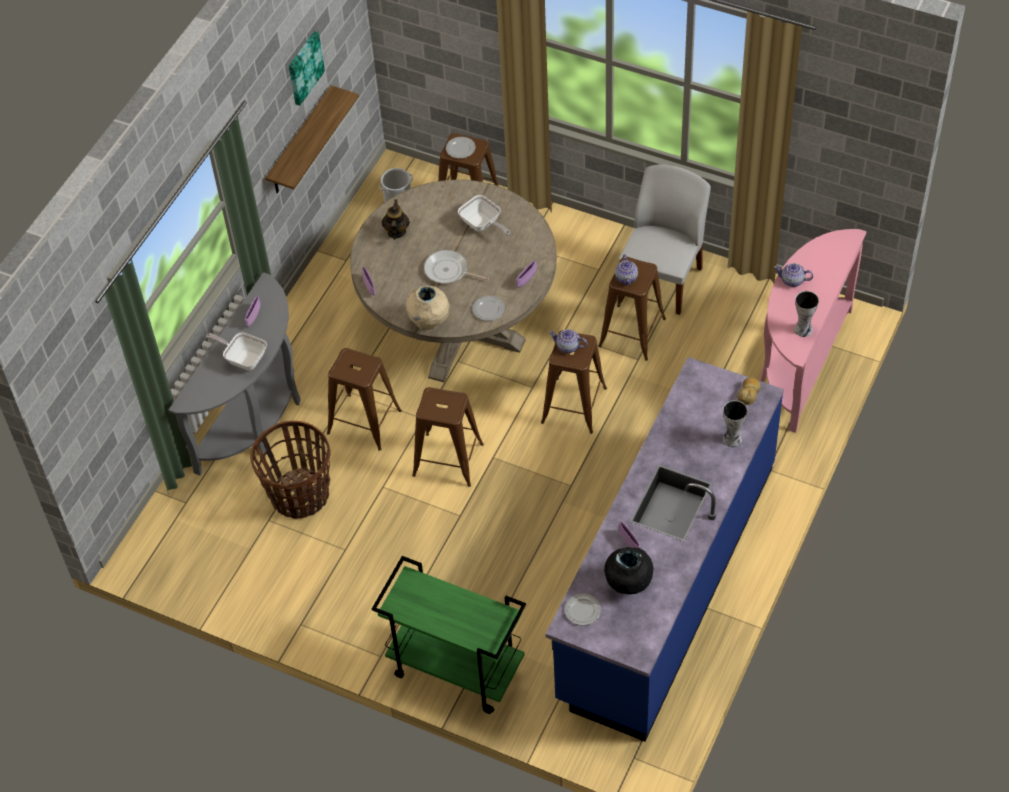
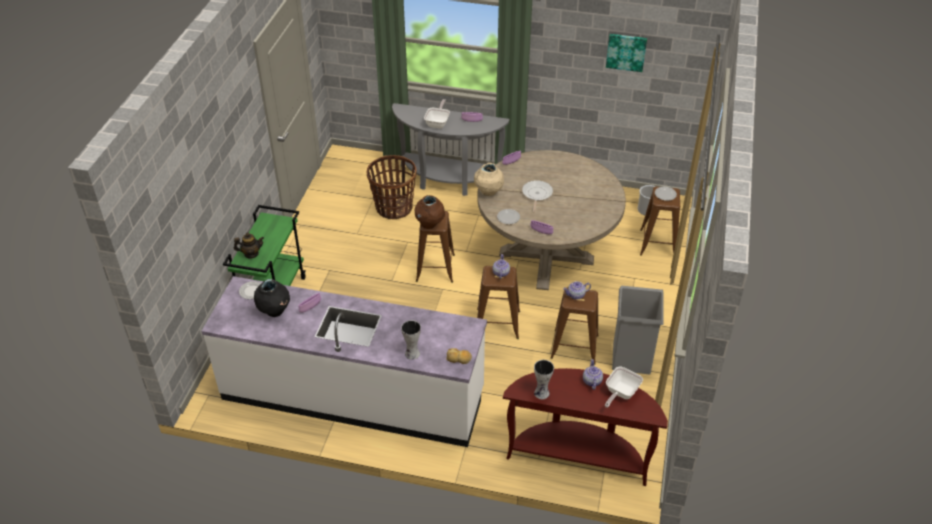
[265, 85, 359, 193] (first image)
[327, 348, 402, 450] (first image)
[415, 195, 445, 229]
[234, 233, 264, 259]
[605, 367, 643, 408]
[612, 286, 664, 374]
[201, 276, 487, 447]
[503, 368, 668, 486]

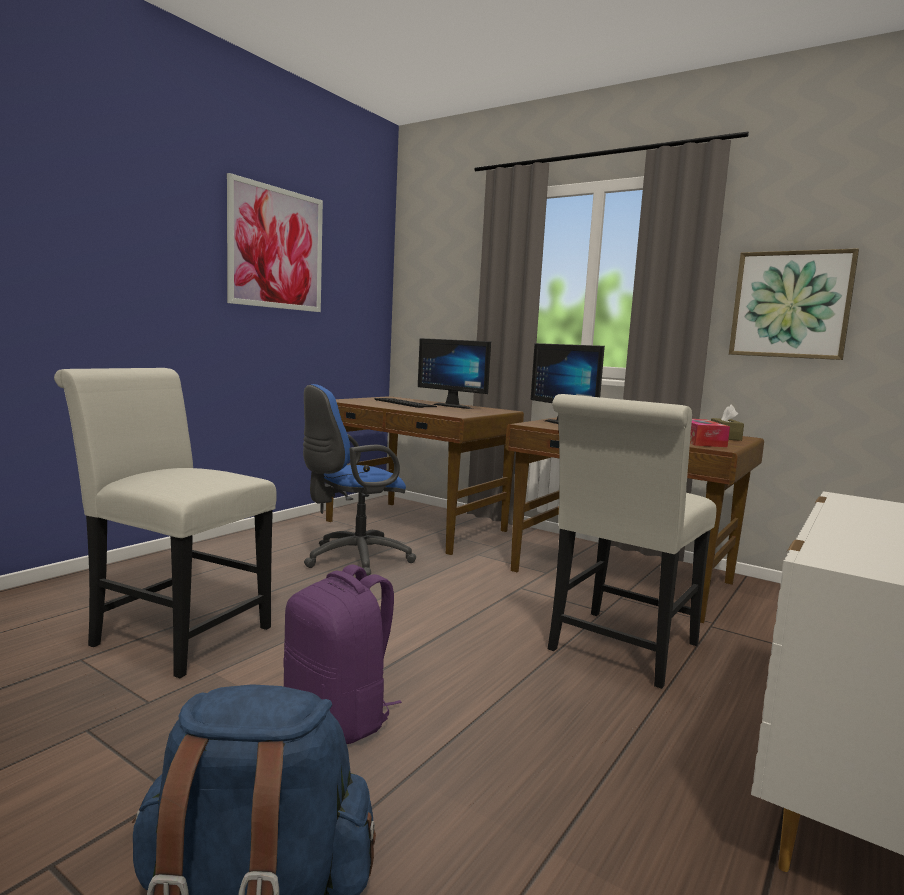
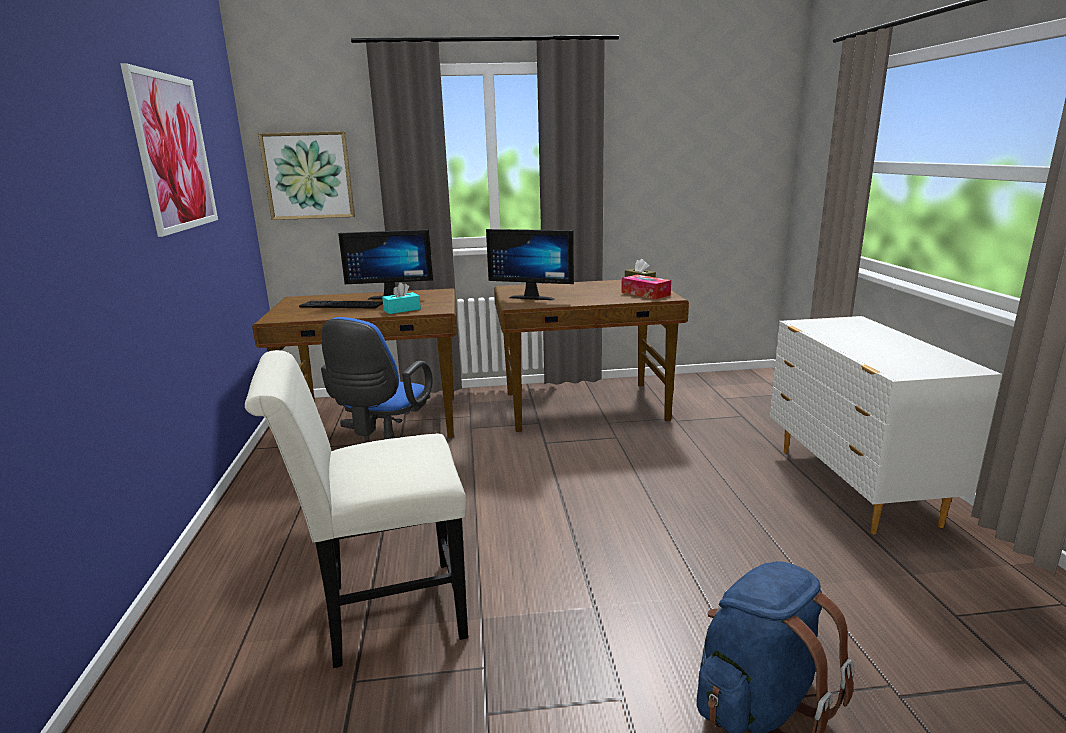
[283, 564, 402, 744] (first image)
[548, 394, 716, 689] (first image)
[382, 282, 421, 314]
[258, 131, 355, 220]

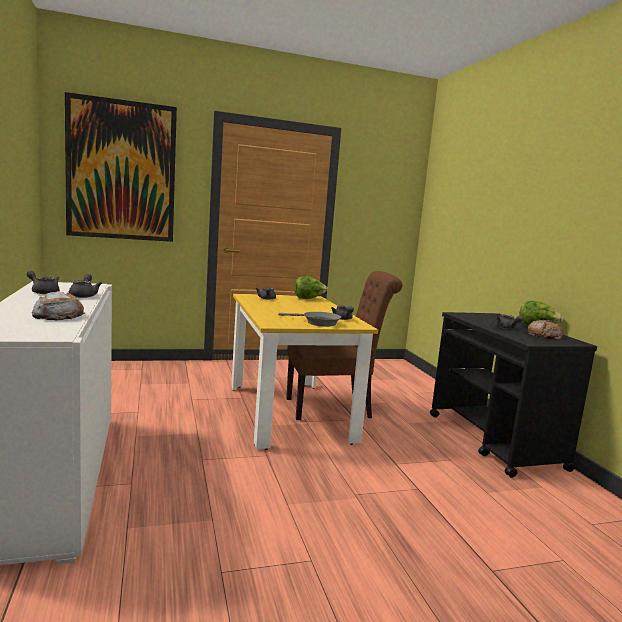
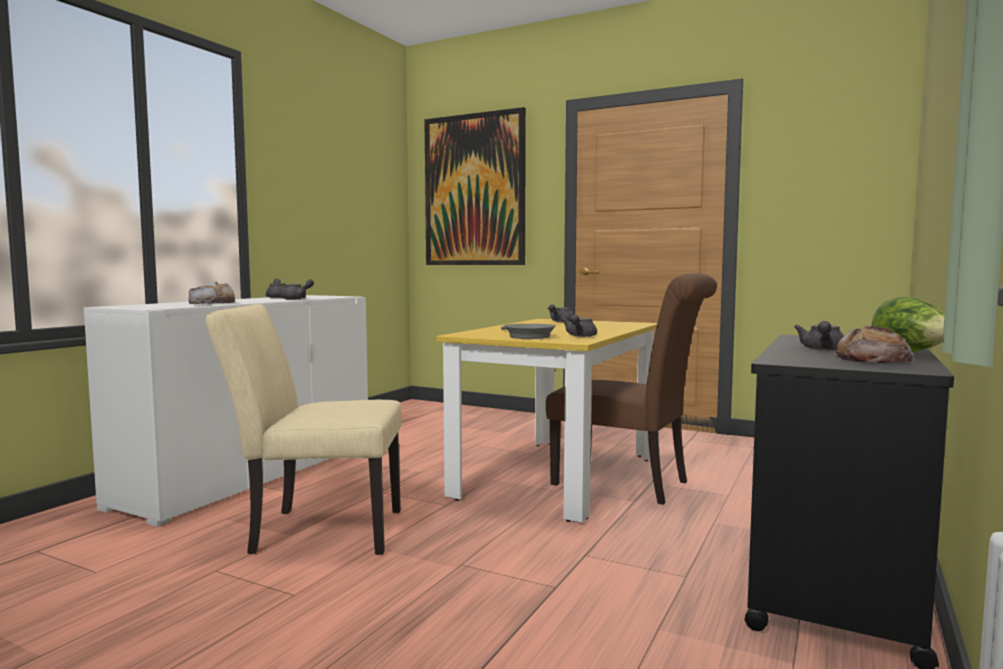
[294, 276, 328, 299] (first image)
[206, 304, 402, 555]

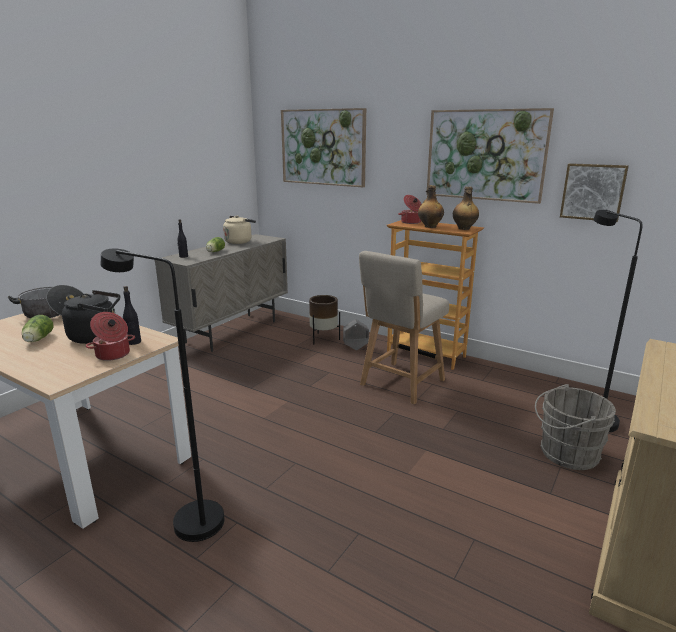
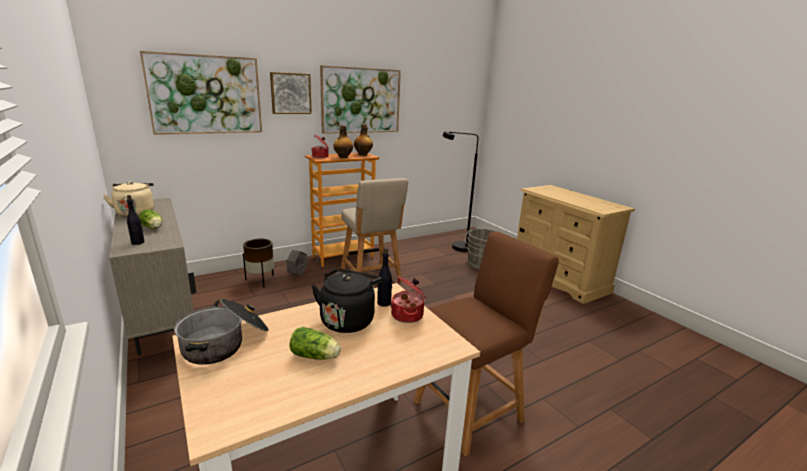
[270, 72, 312, 114]
[414, 232, 559, 456]

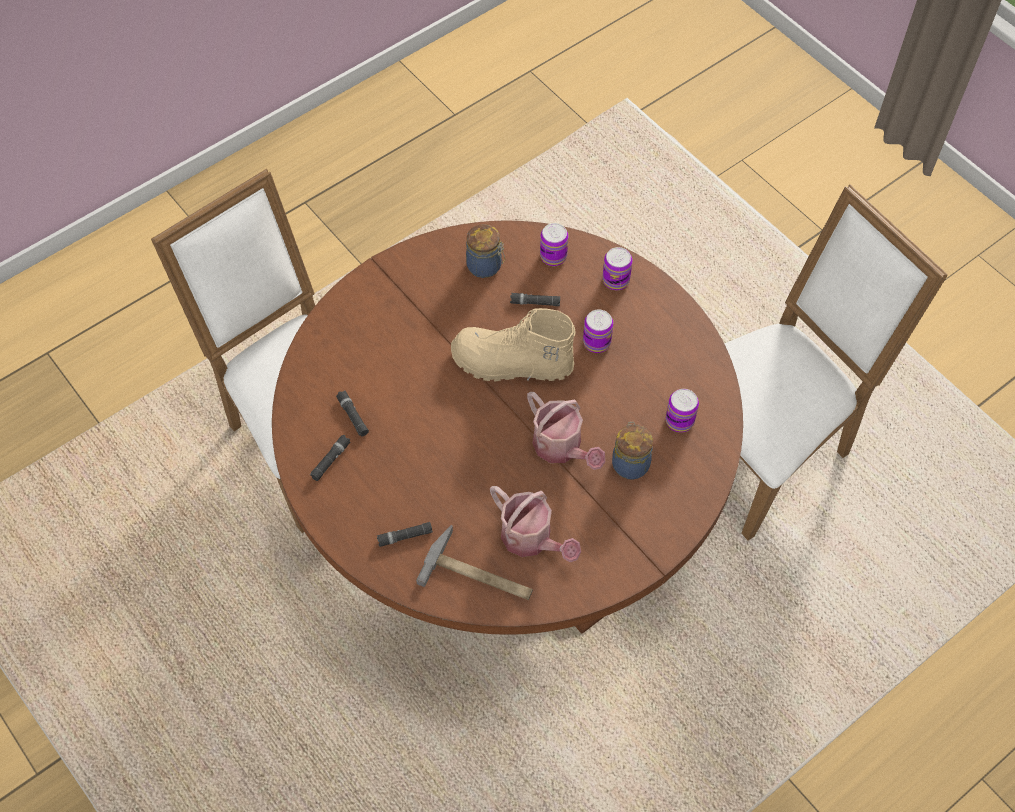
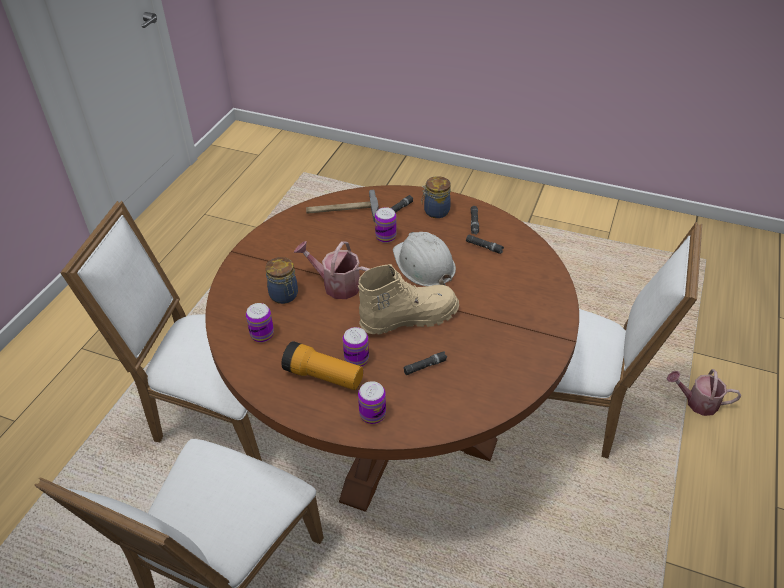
[60, 201, 262, 461]
[281, 341, 363, 390]
[393, 232, 456, 286]
[421, 176, 451, 218]
[667, 369, 741, 416]
[375, 207, 397, 243]

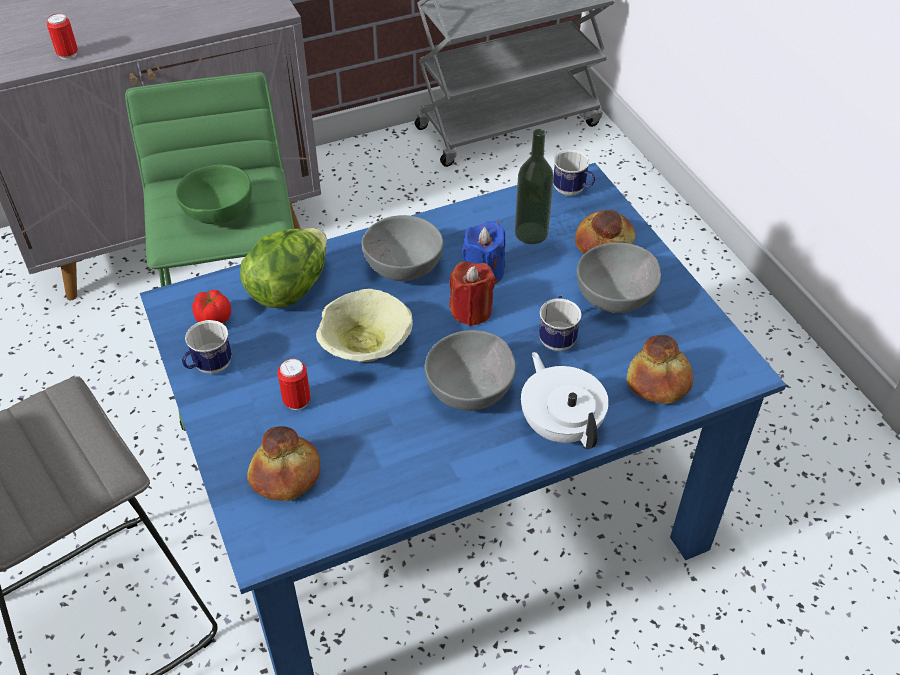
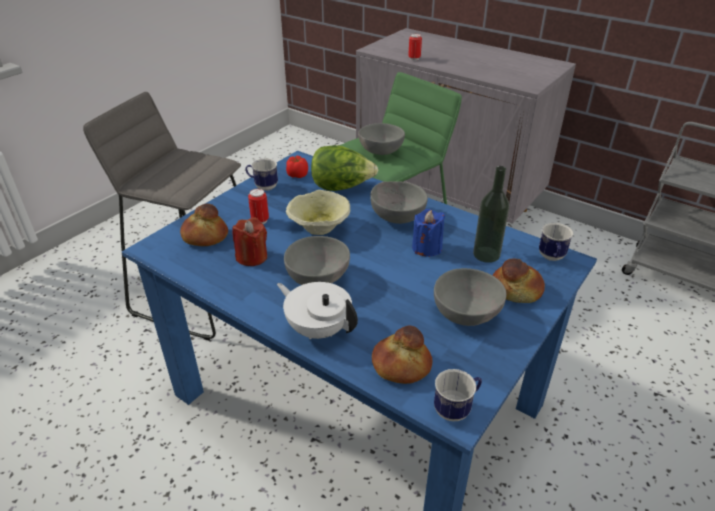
[232, 217, 267, 266]
[434, 369, 482, 421]
[358, 123, 405, 155]
[277, 282, 358, 339]

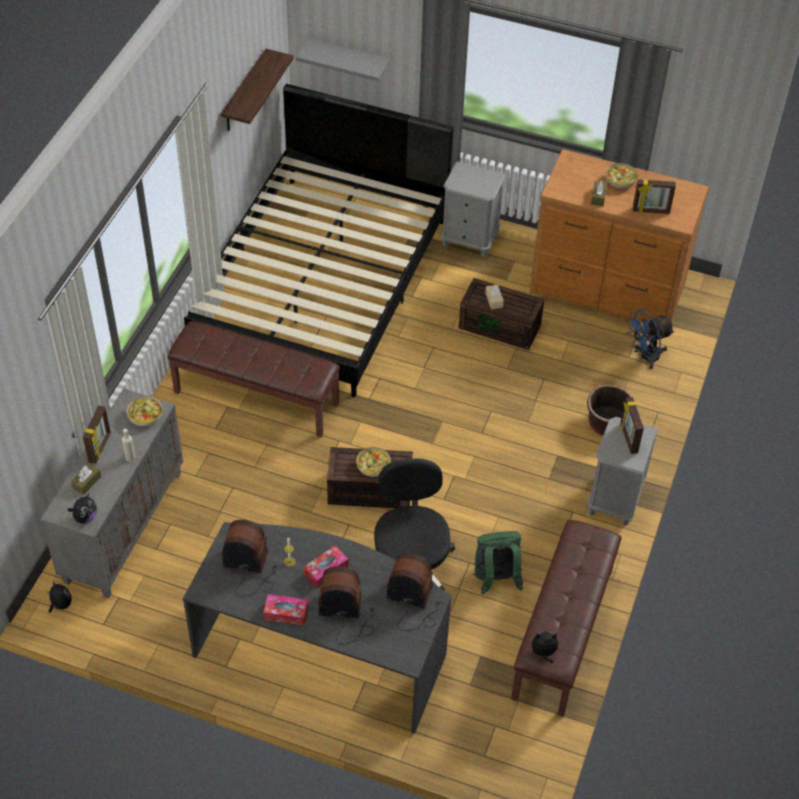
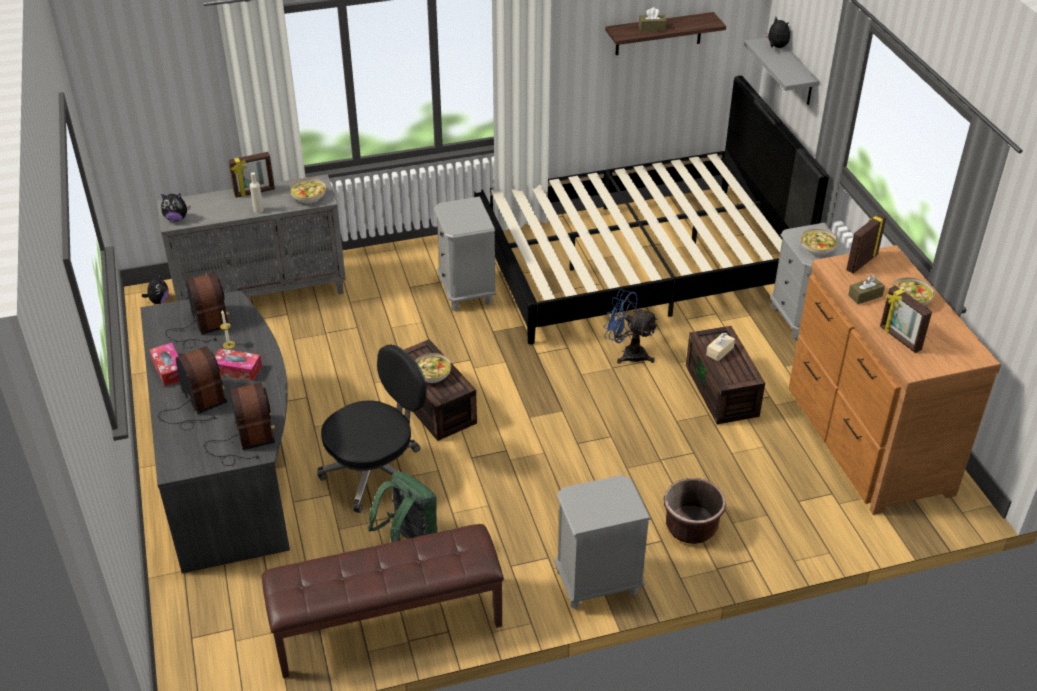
[800, 229, 838, 256]
[639, 7, 666, 32]
[764, 17, 790, 48]
[846, 214, 886, 274]
[603, 289, 658, 364]
[434, 197, 496, 311]

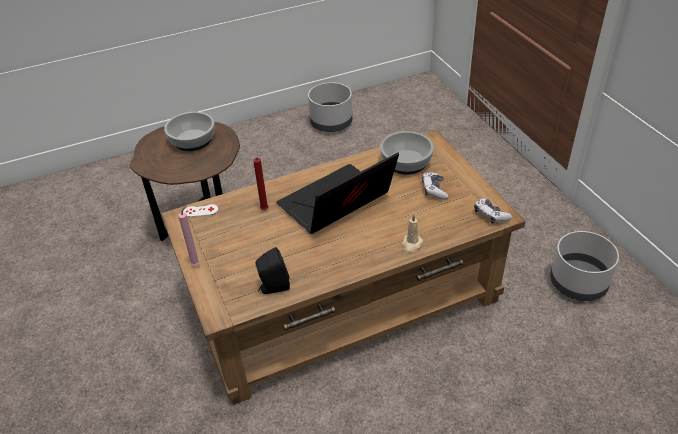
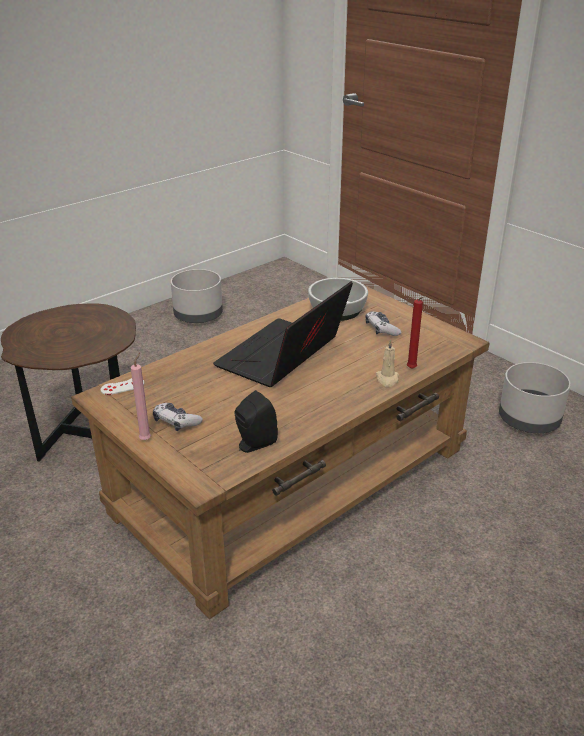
[164, 112, 215, 151] (first image)
[407, 297, 424, 369]
[153, 403, 203, 431]

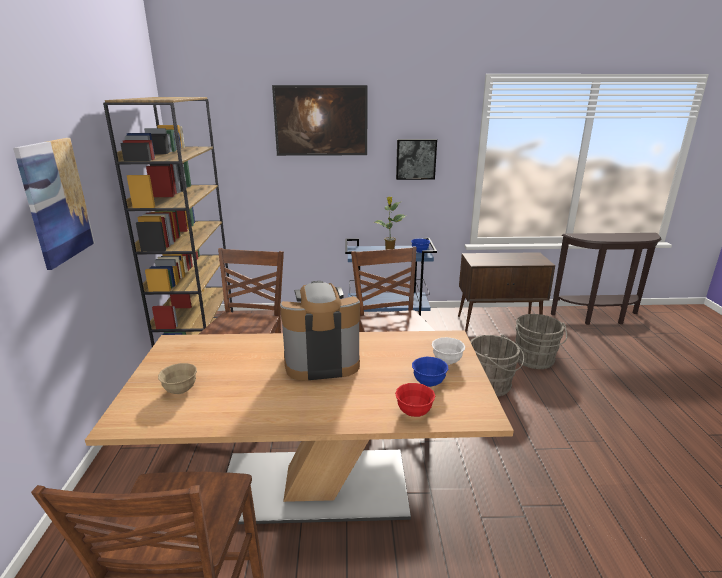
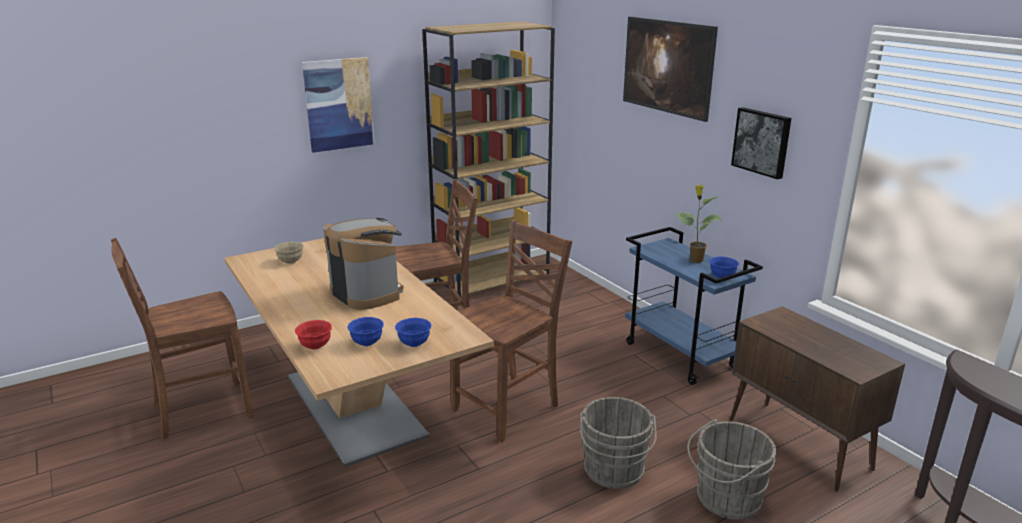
[395, 318, 431, 347]

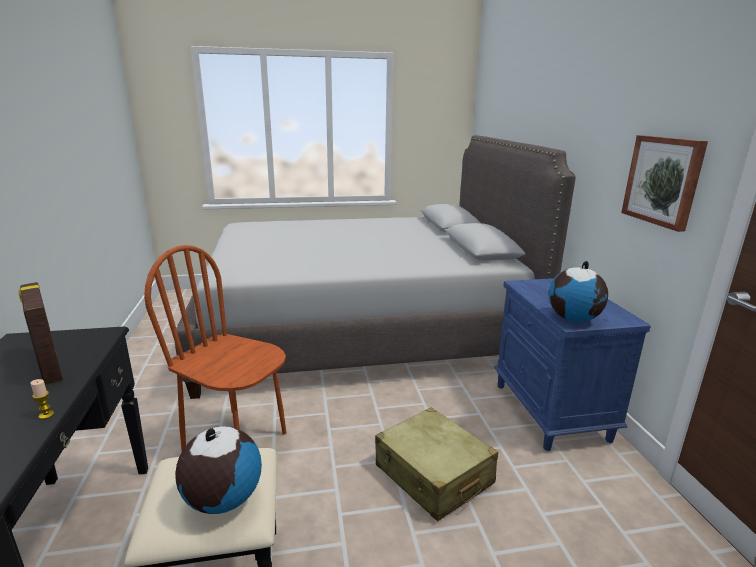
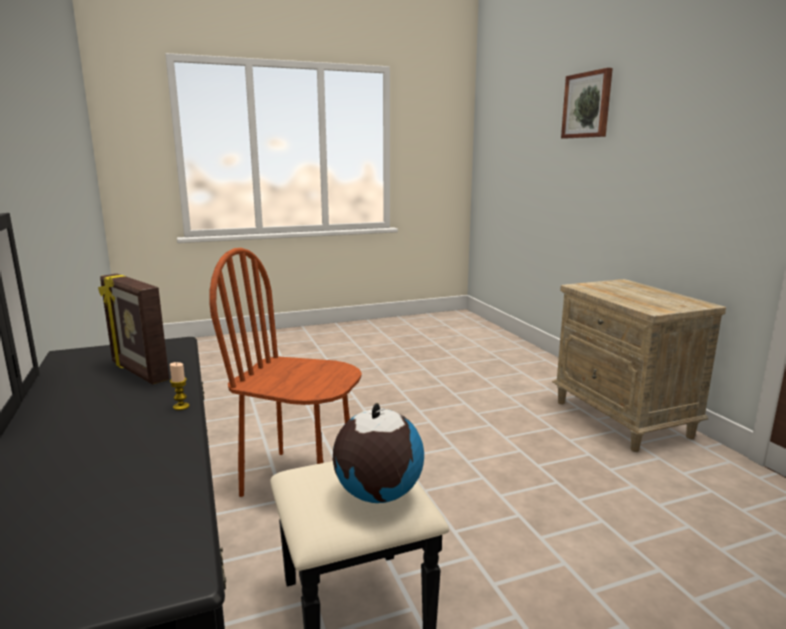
[175, 135, 575, 399] (first image)
[375, 407, 498, 522] (first image)
[549, 261, 608, 322] (first image)
[561, 68, 613, 138]
[552, 279, 726, 452]

